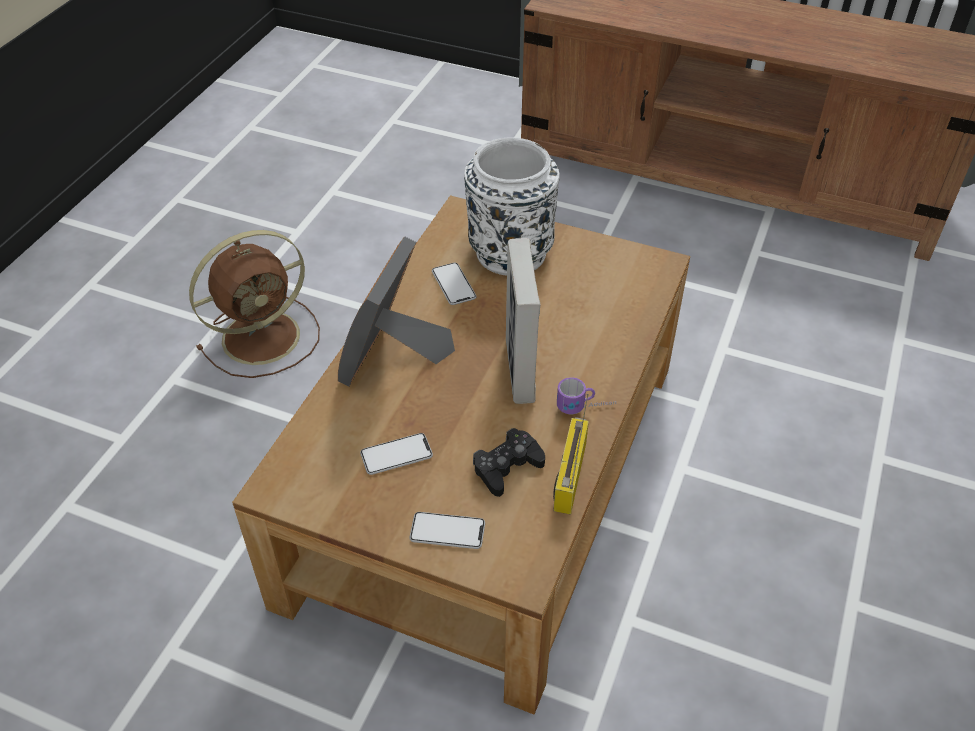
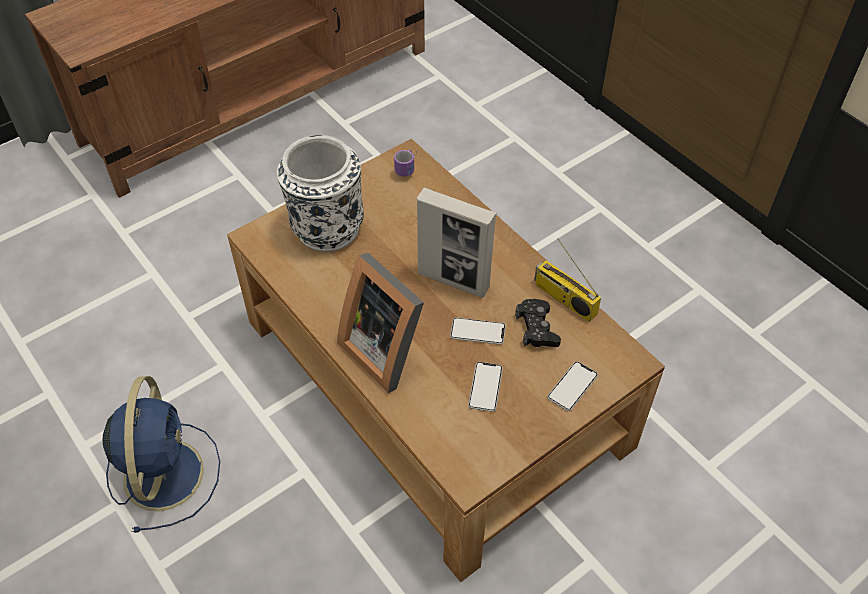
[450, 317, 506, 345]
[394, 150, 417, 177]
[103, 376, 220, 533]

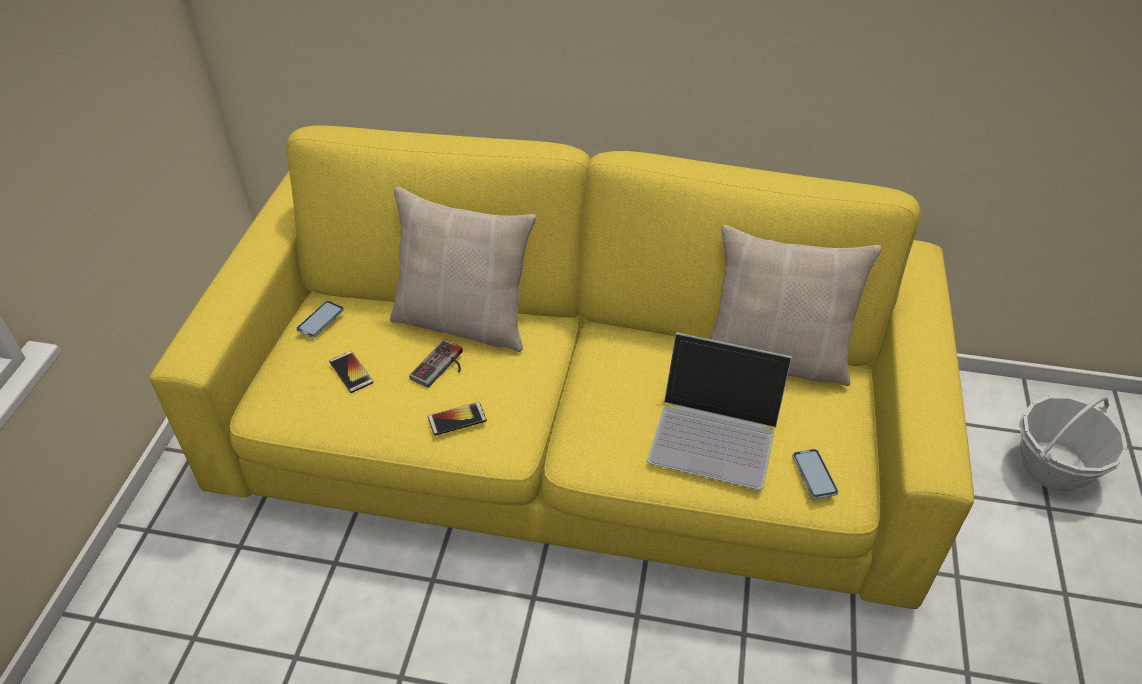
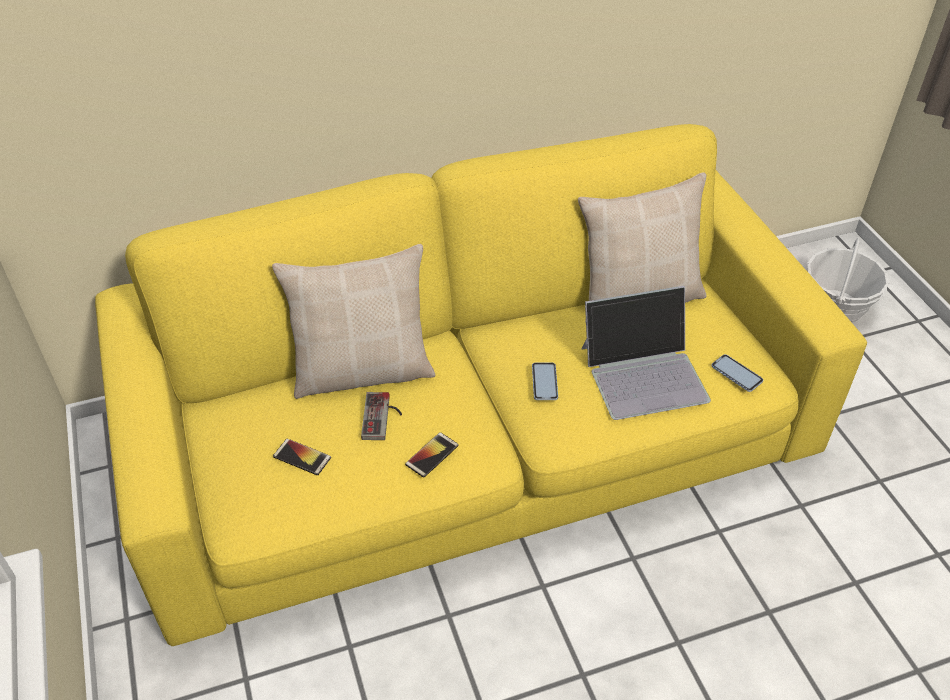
[532, 363, 558, 400]

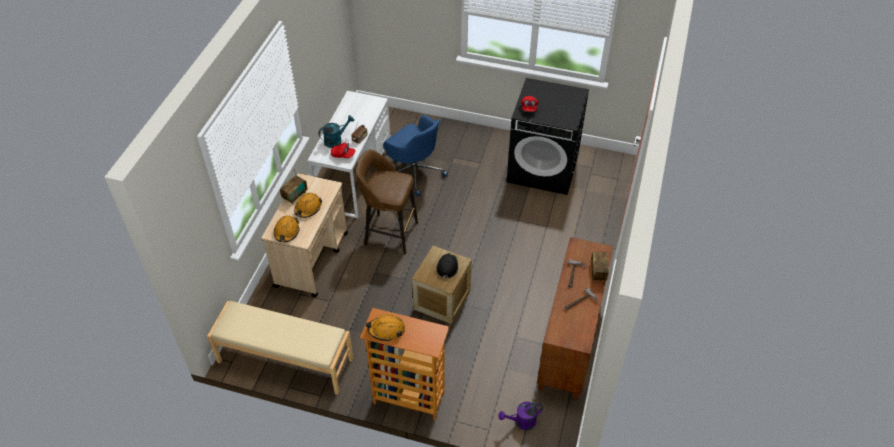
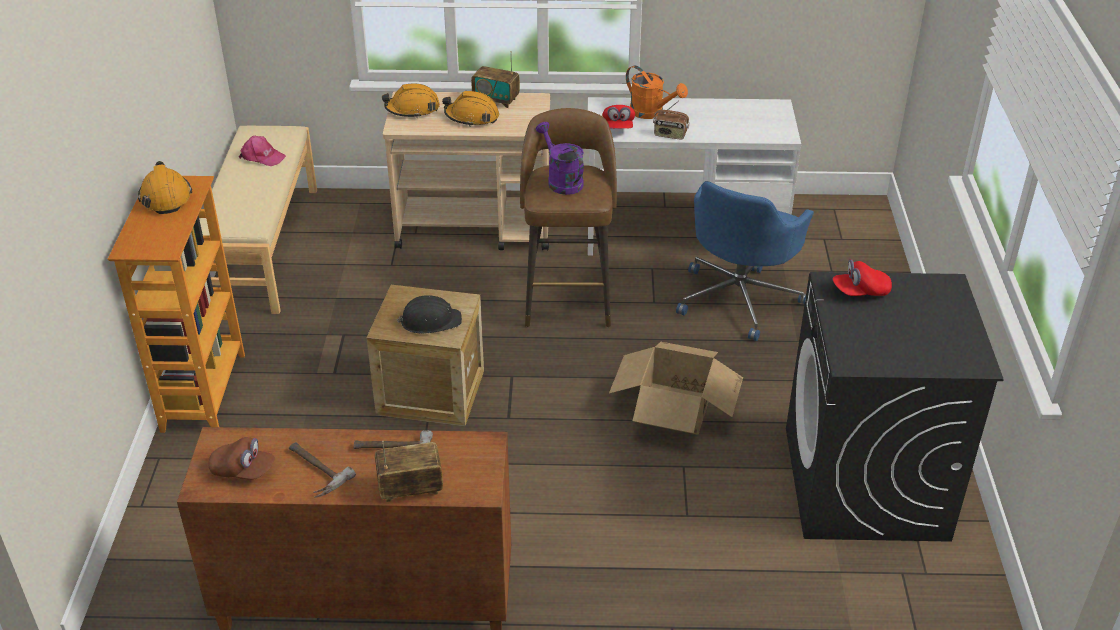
[208, 437, 275, 480]
[239, 136, 286, 166]
[609, 342, 743, 435]
[536, 122, 584, 195]
[626, 65, 688, 119]

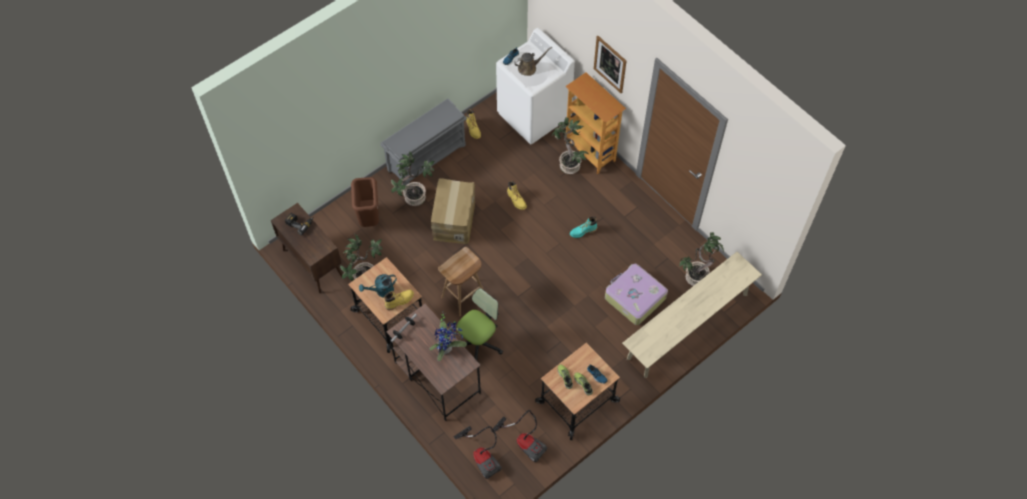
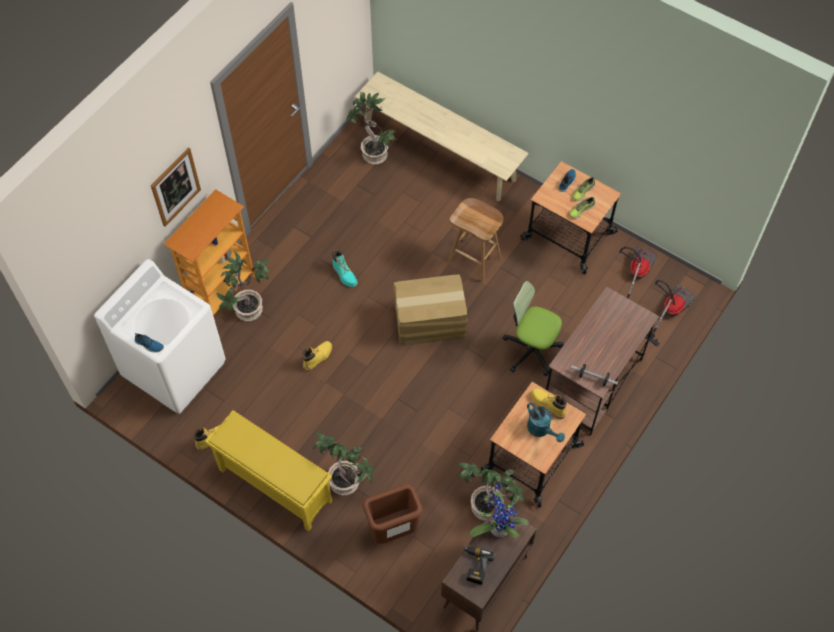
[514, 47, 552, 76] (first image)
[605, 264, 668, 325] (first image)
[470, 482, 528, 538]
[393, 274, 467, 346]
[448, 198, 503, 283]
[205, 410, 333, 531]

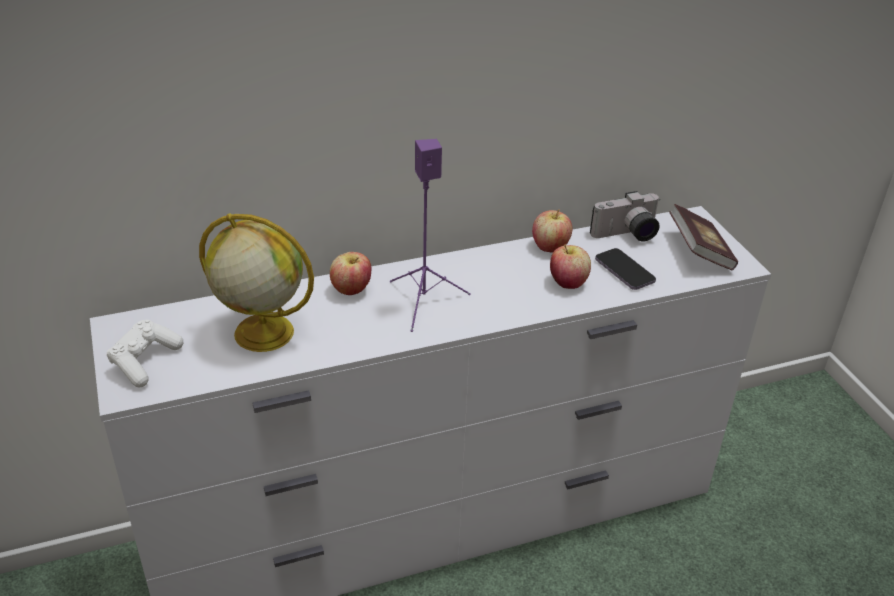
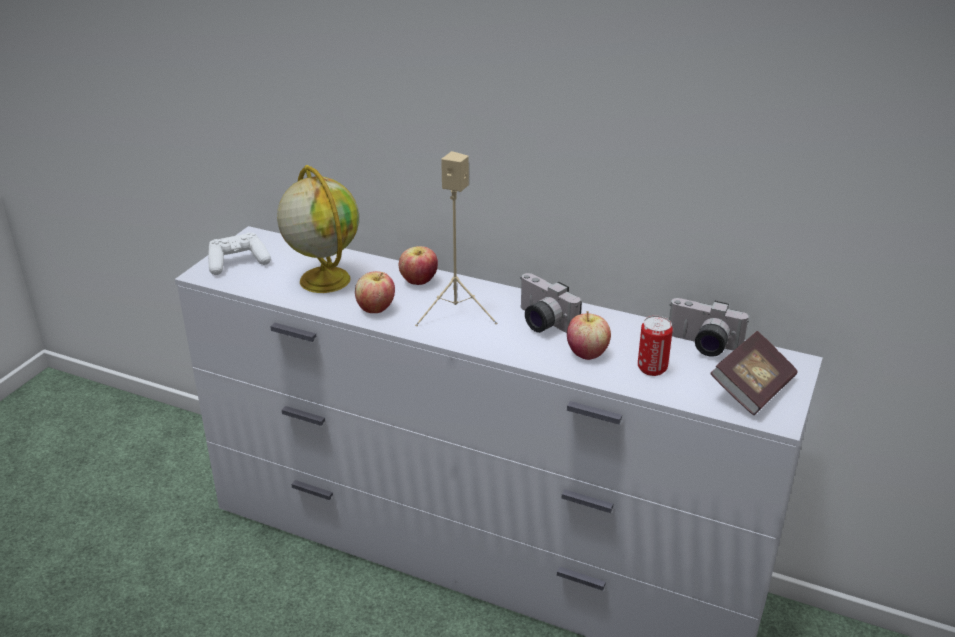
[520, 273, 582, 333]
[355, 271, 395, 313]
[638, 316, 673, 376]
[415, 151, 497, 326]

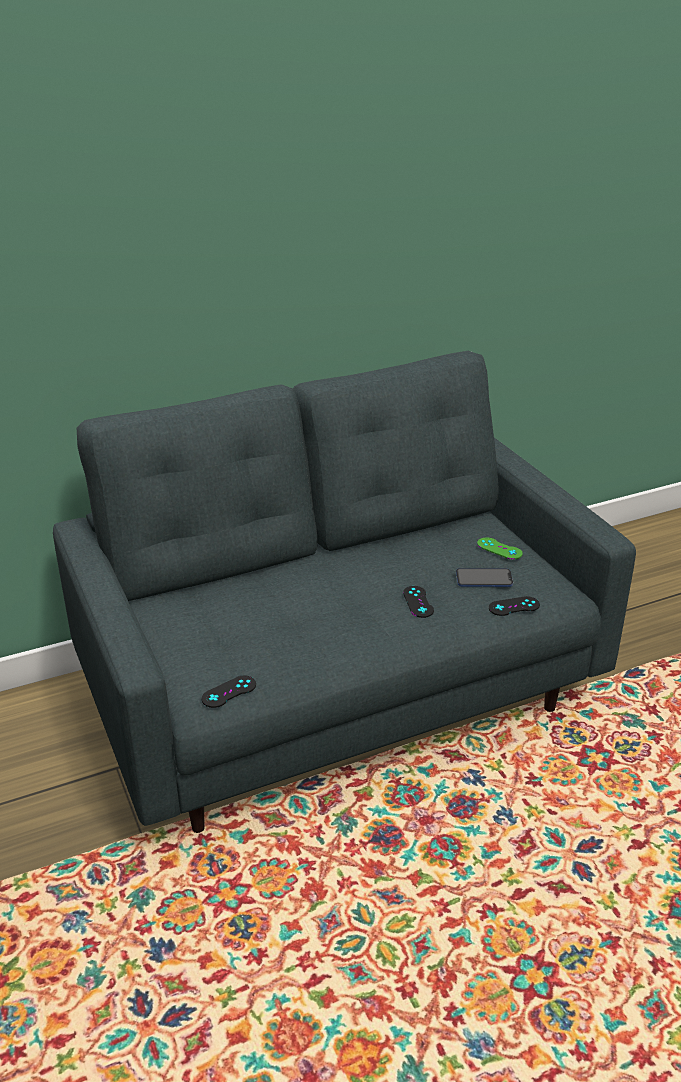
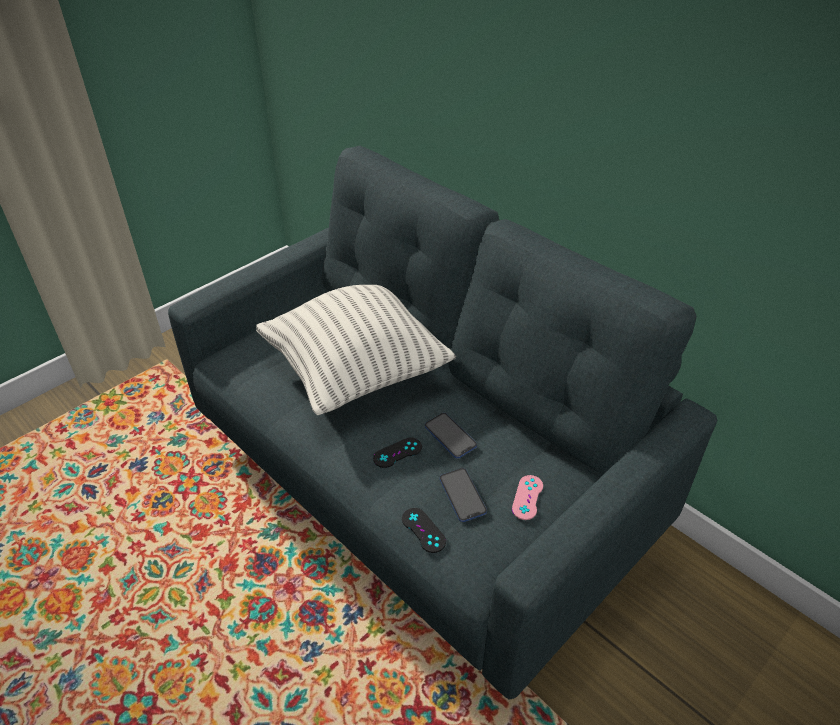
[202, 676, 256, 708] (first image)
[256, 285, 456, 415]
[425, 413, 477, 458]
[512, 475, 543, 520]

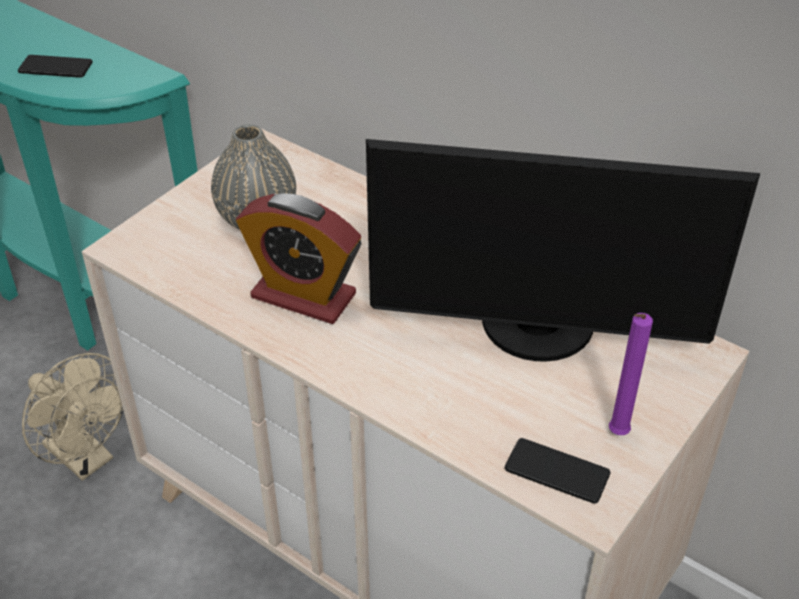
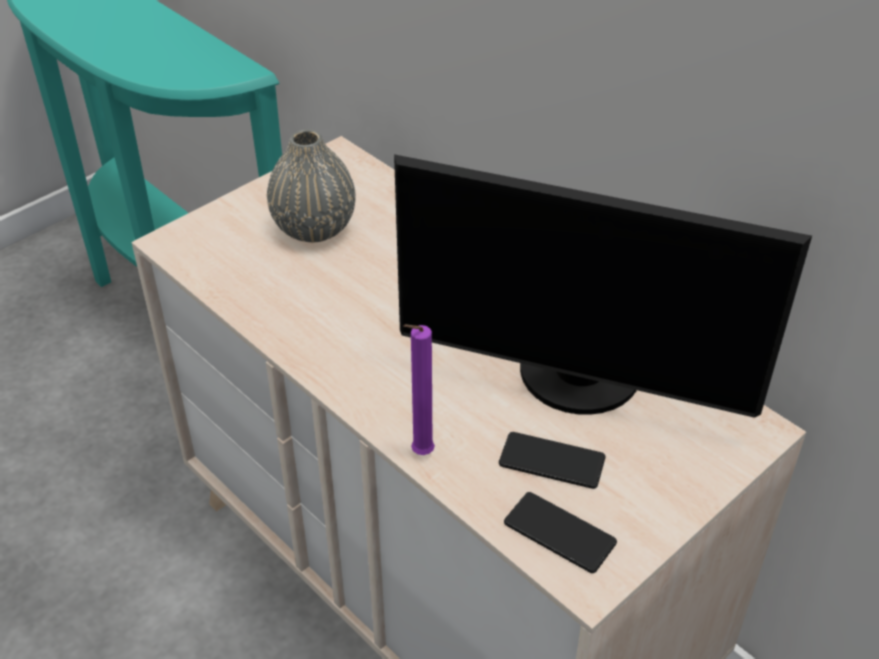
[22, 353, 124, 481] (first image)
[236, 193, 361, 324] (first image)
[499, 432, 605, 489]
[403, 324, 435, 455]

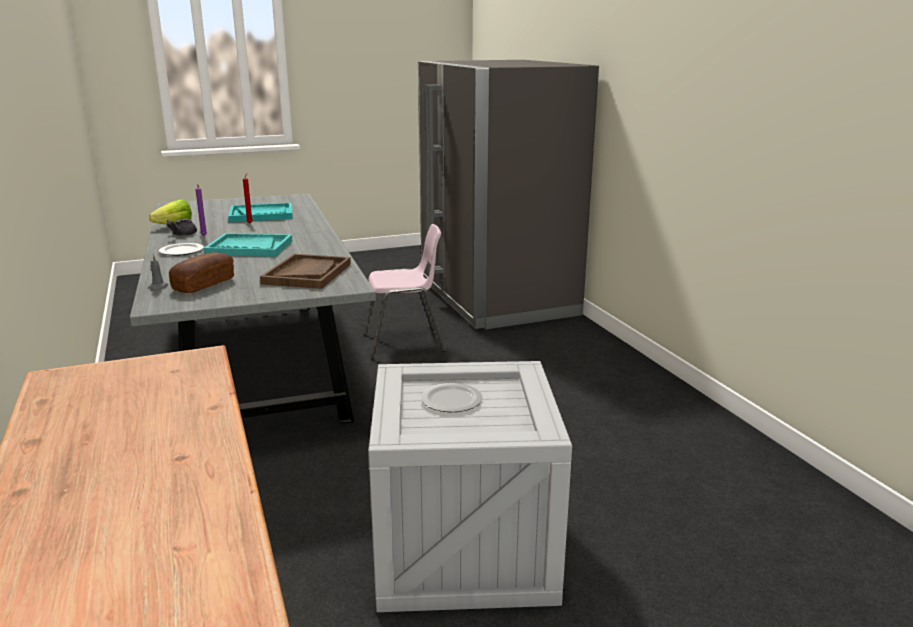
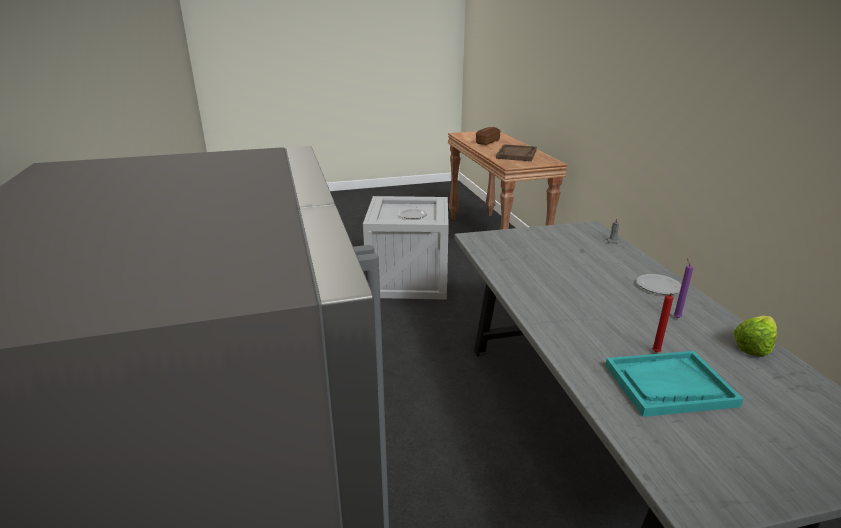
[166, 218, 197, 236] (first image)
[204, 233, 292, 257] (first image)
[364, 224, 446, 359] (first image)
[476, 127, 501, 145]
[496, 144, 537, 161]

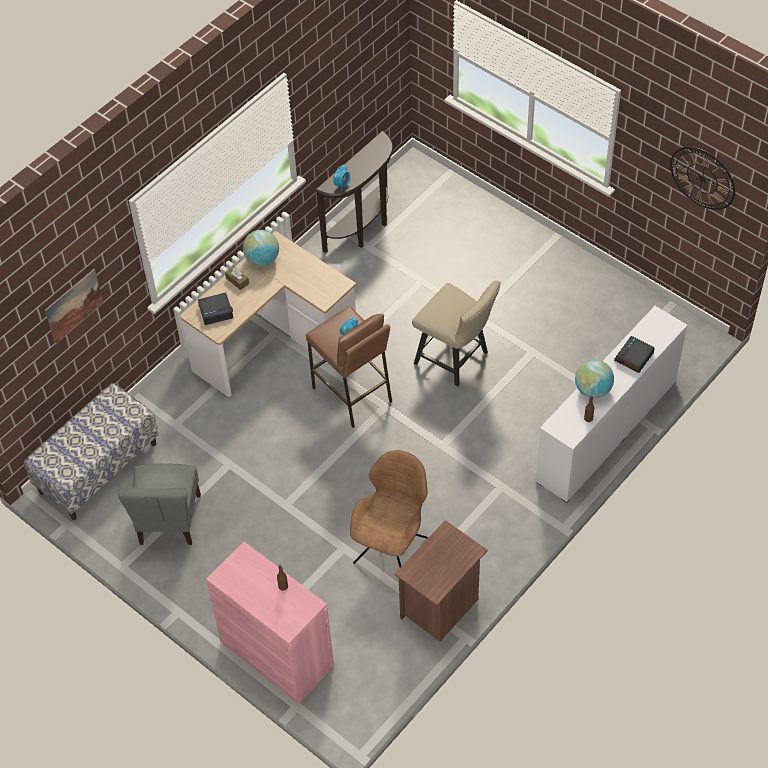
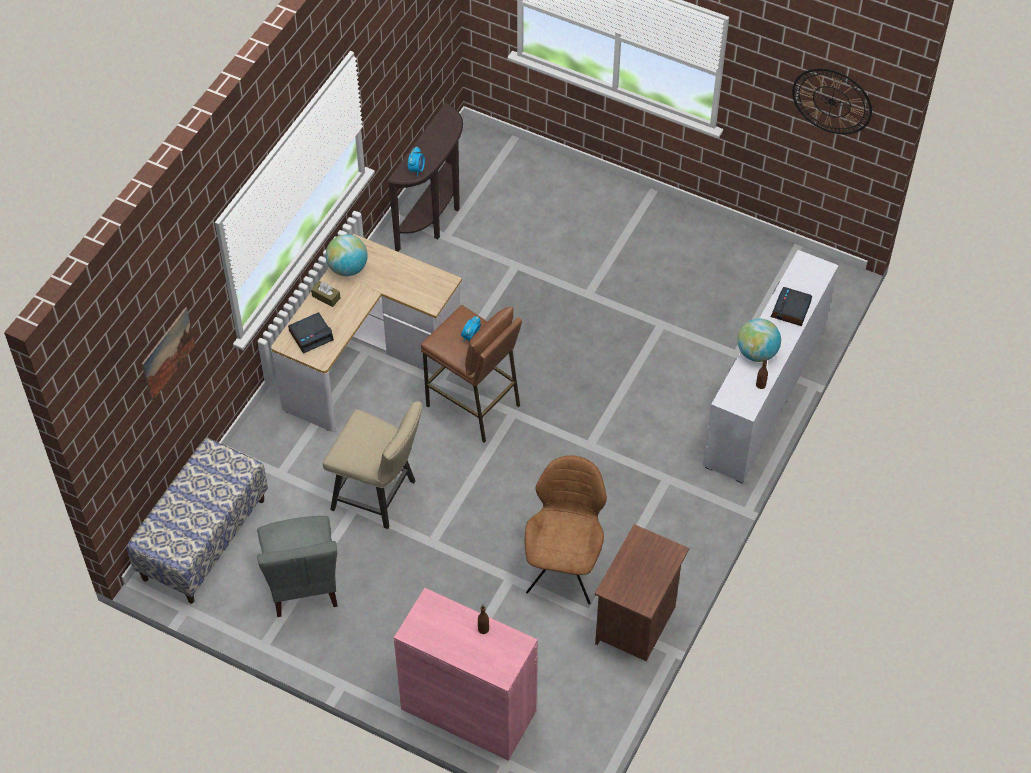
[323, 401, 422, 529]

